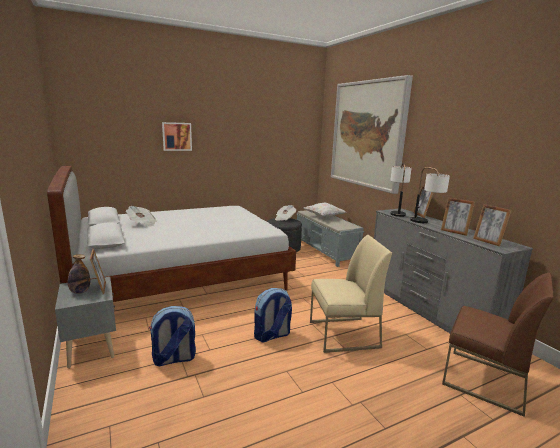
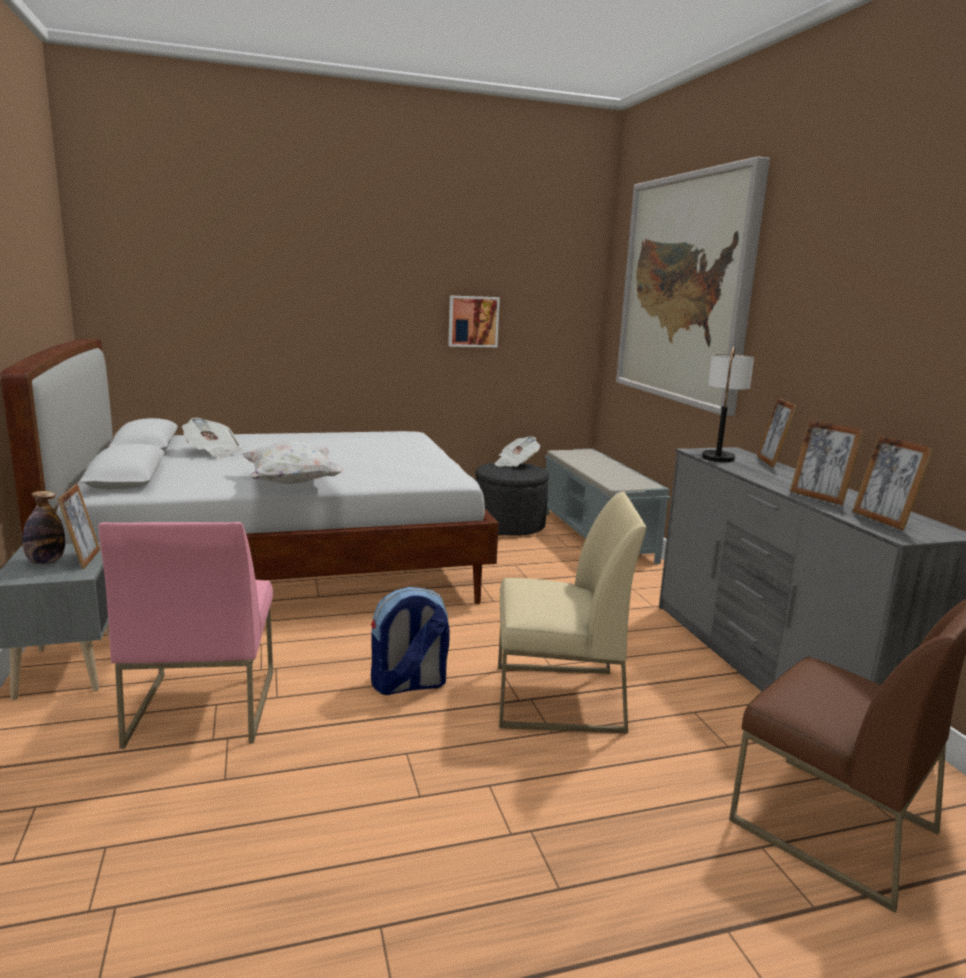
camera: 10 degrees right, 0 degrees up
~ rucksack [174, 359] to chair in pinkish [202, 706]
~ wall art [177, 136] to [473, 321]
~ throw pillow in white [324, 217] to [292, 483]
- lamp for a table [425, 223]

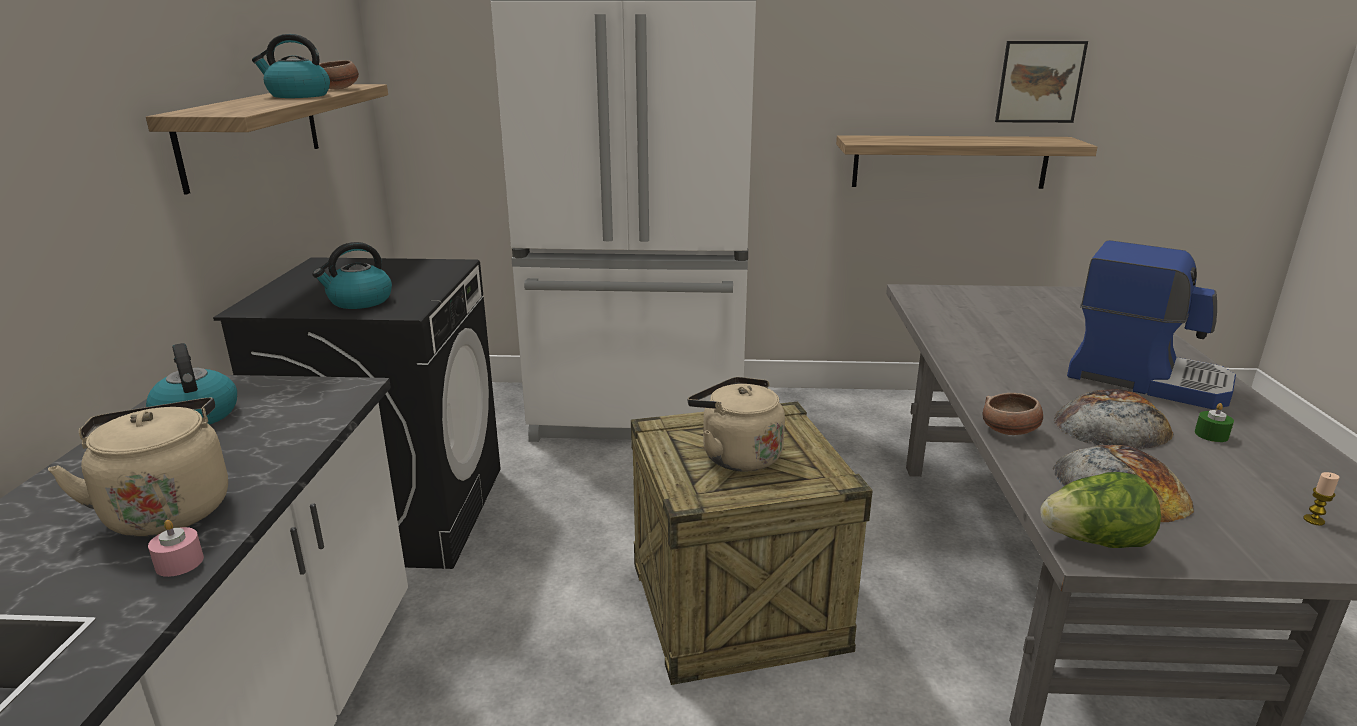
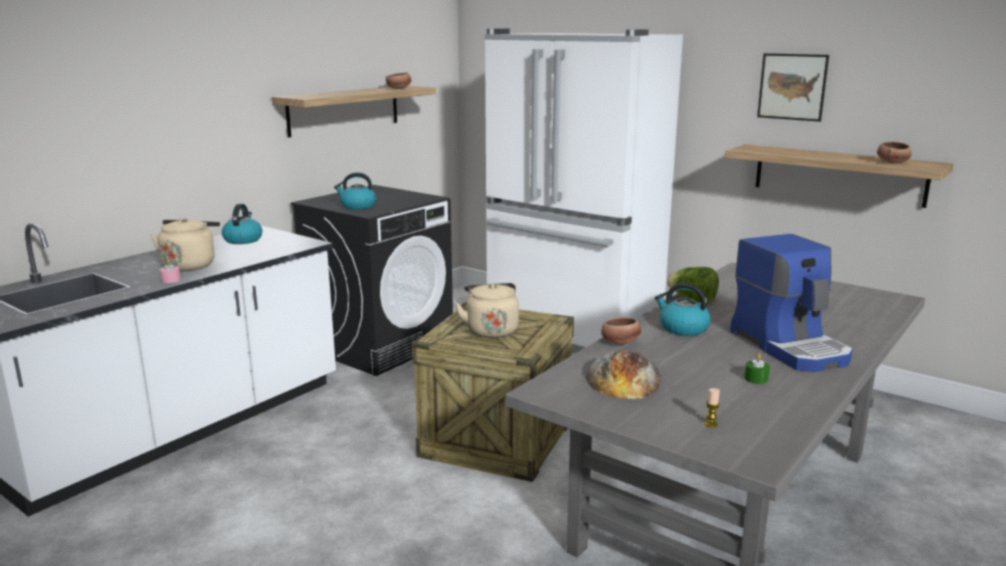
camera: 35 degrees right, 5 degrees down
~ water kettle [298, 95] to [682, 328]
~ wall art [1039, 82] to [792, 87]
~ lettuce head [1094, 541] to [693, 300]
- bread [1112, 425]
+ bowl [892, 162]

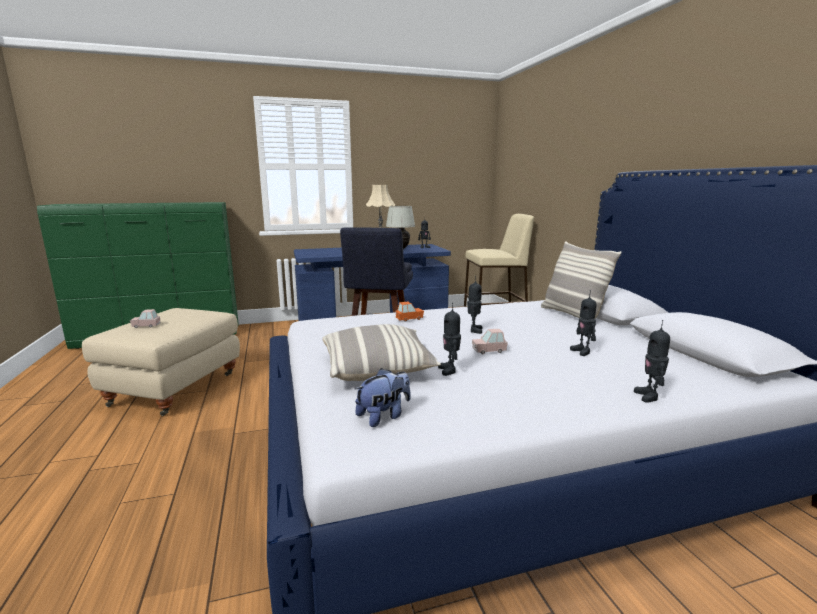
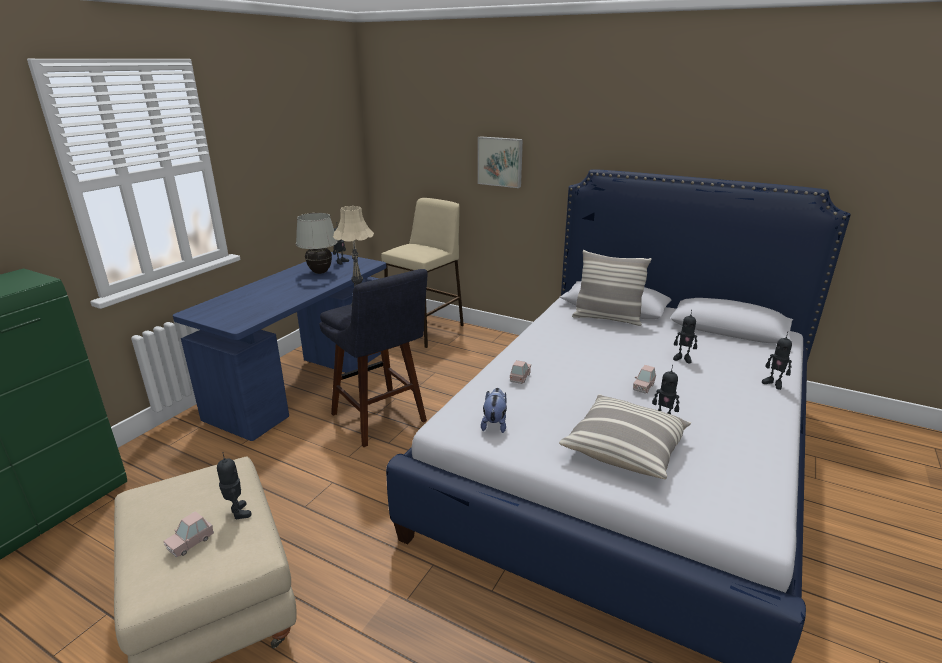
camera: 45 degrees left, 10 degrees up
~ plush toy [384, 416] to [494, 423]
~ model car in orangey [409, 319] to model car in pinkish [520, 377]
~ toy robot [474, 330] to [238, 513]
+ wall art [500, 161]

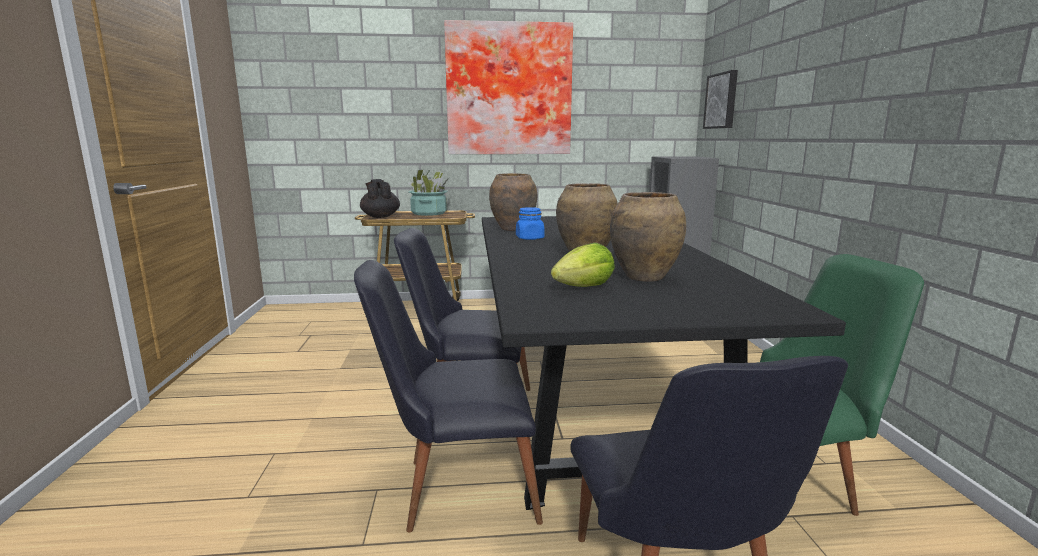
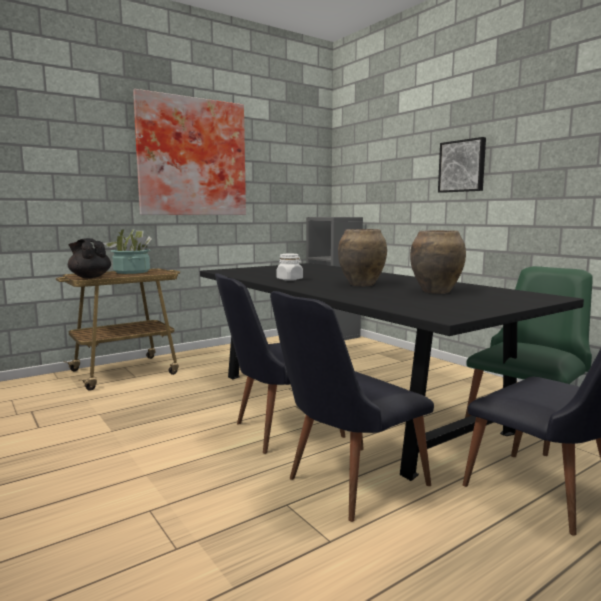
camera: 30 degrees left, 5 degrees down
- vase in brown-coloured [513, 229]
~ storage jar in bluish [530, 238] to storage jar in white [289, 279]
- lettuce head [584, 288]
~ wall art [722, 101] to [462, 166]

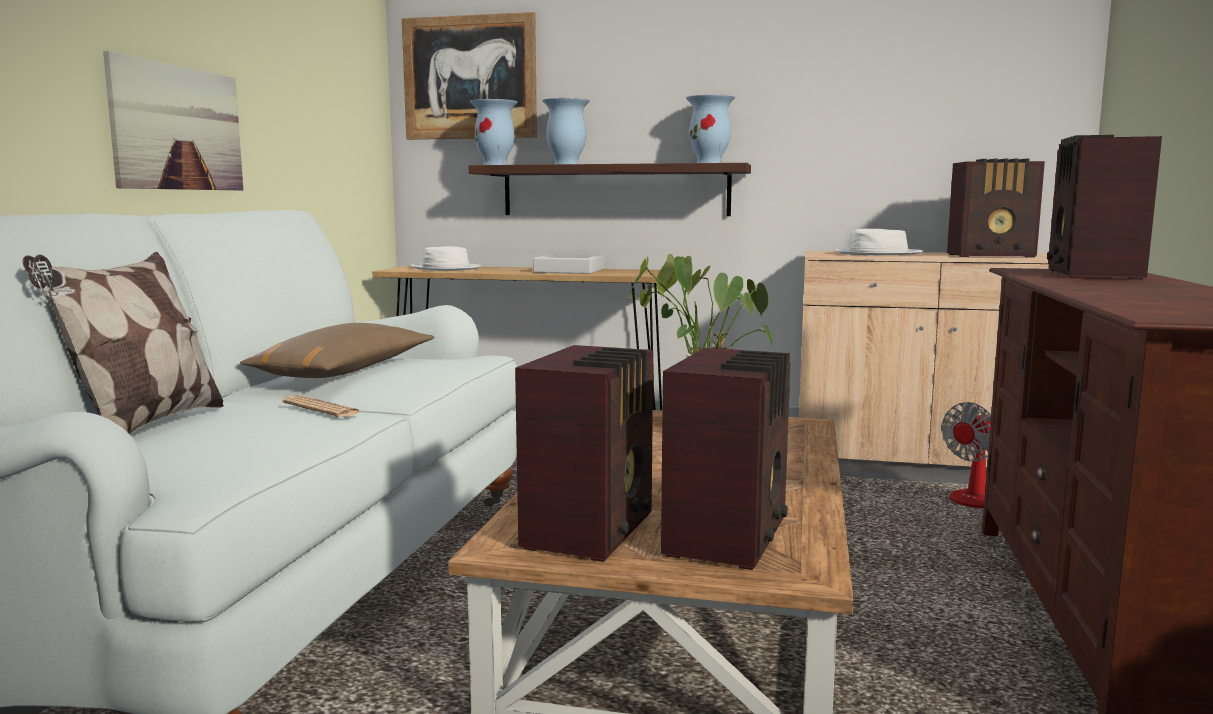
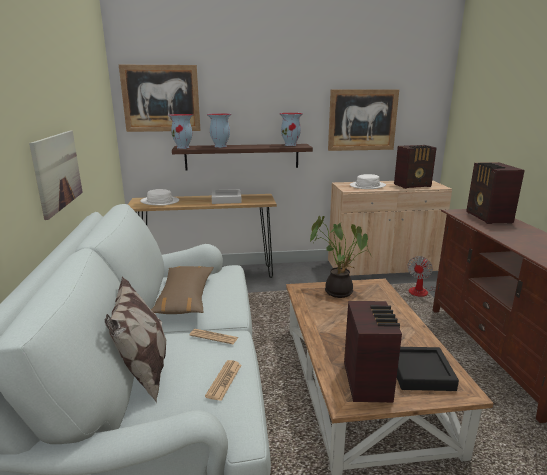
camera: 20 degrees left, 10 degrees up
~ radio [729, 536] to tray in black-coloured [420, 373]
+ newspaper [224, 380]
+ wall art [362, 120]

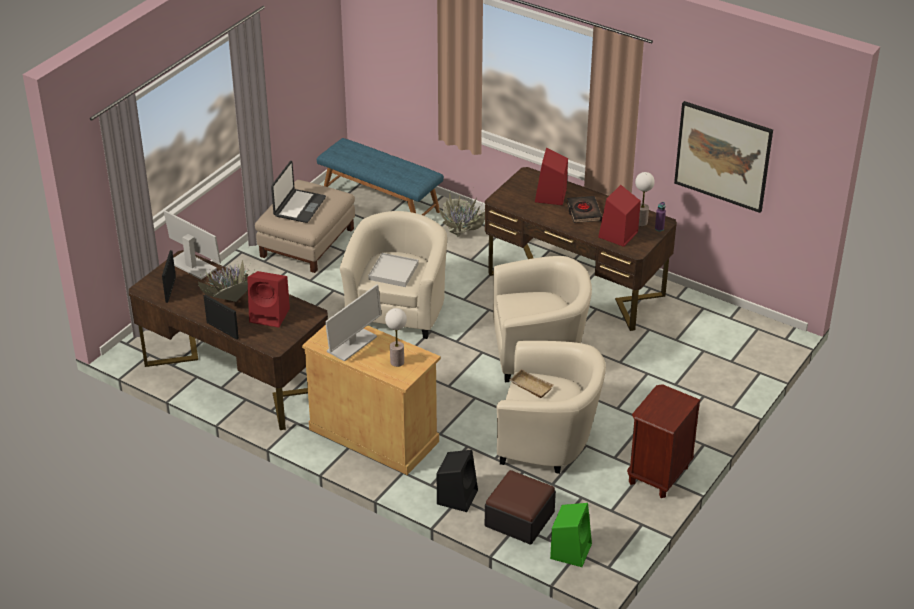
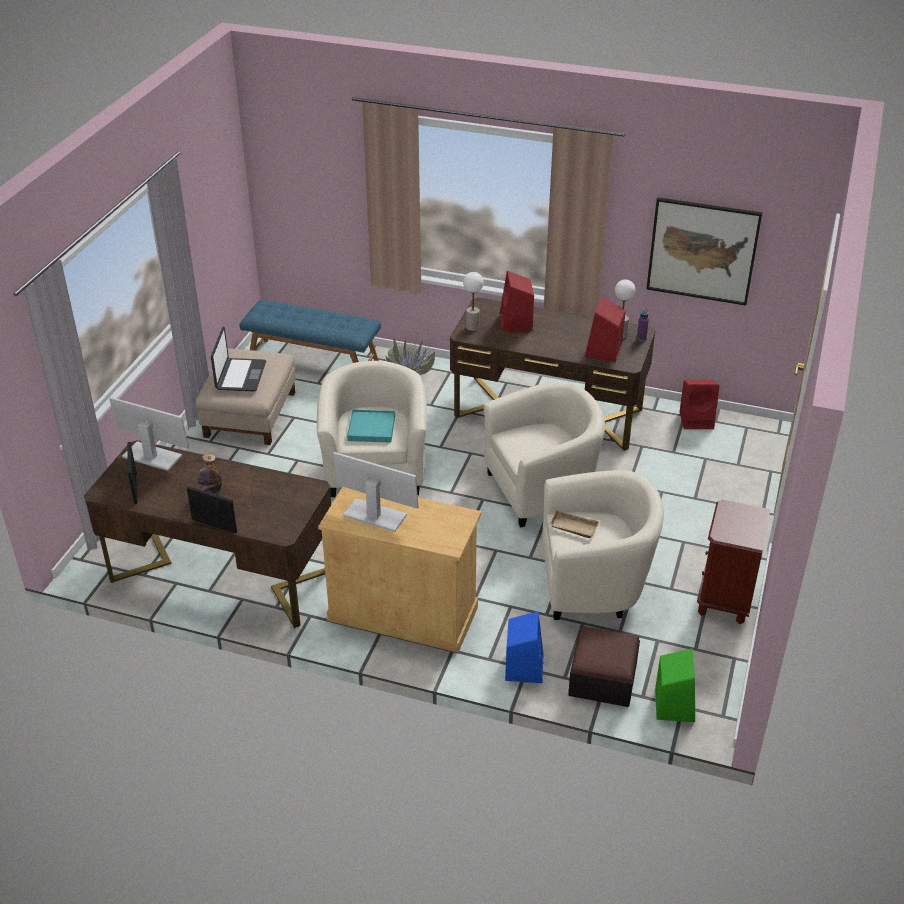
camera: 15 degrees left, 0 degrees up
~ plant in a pot [229, 303] to drink bottle [211, 492]
~ speaker in red-coloured [270, 315] to [697, 420]
~ computer display [352, 344] = [375, 515] 90 degrees counterclockwise
~ tray in white [393, 272] to tray in blue-green [371, 428]
~ lamp for a table [397, 362] to [472, 327]
~ speaker in black-coloured [457, 496] to speaker in bluish [524, 666]
- book in black-coloured [583, 212]

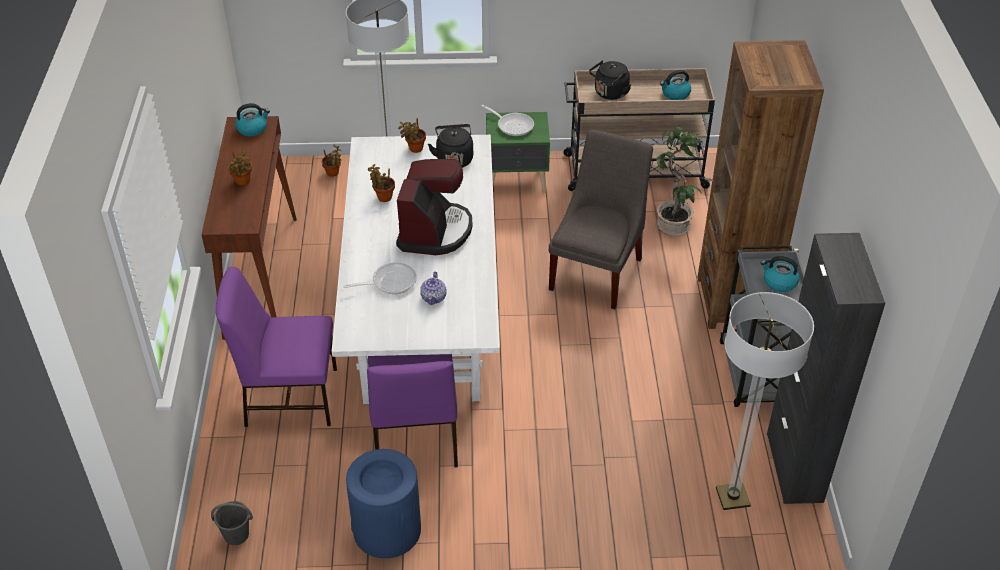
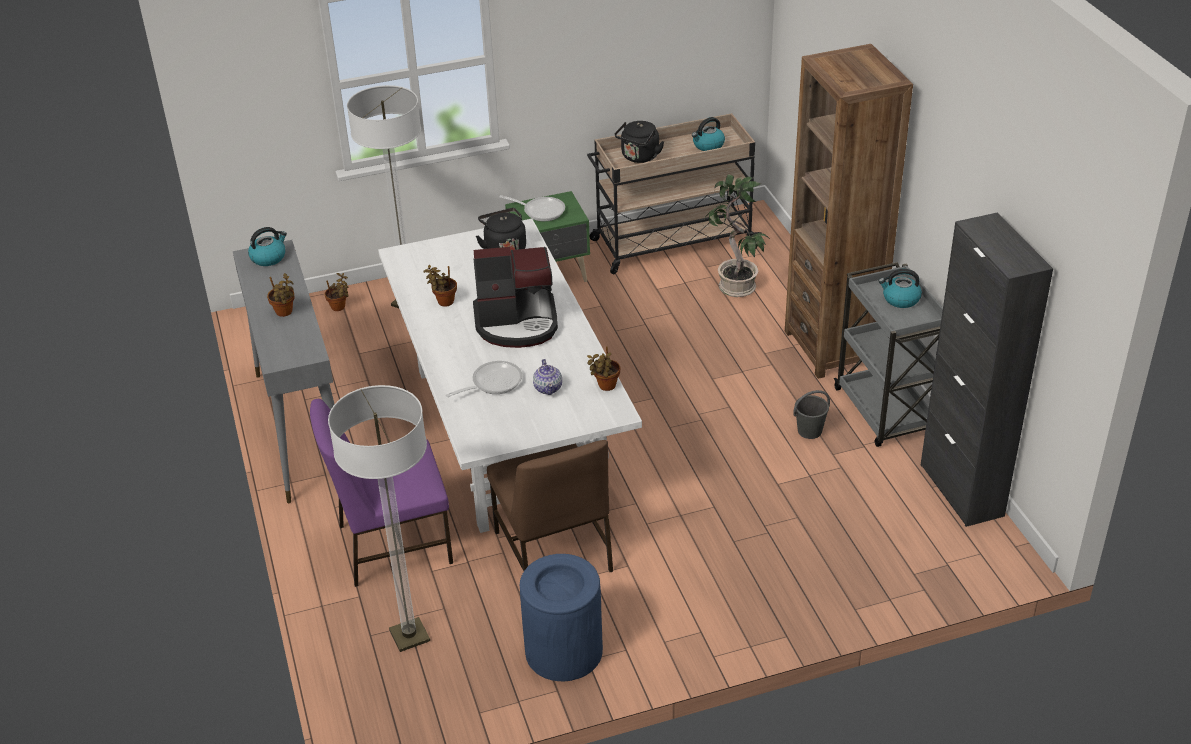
camera: 15 degrees left, 5 degrees down
~ console table in brown-coloured [261, 275] to console table in gray [303, 428]
~ bucket in gray [236, 535] to [809, 431]
~ chair in purplish [414, 437] to chair in brown-coloured [552, 553]
~ coffee brewer [434, 231] = [517, 324] 90 degrees clockwise
~ plant in a pot [414, 149] to [605, 386]
- chair in gray [598, 271]
~ floor lamp [732, 497] to [409, 636]

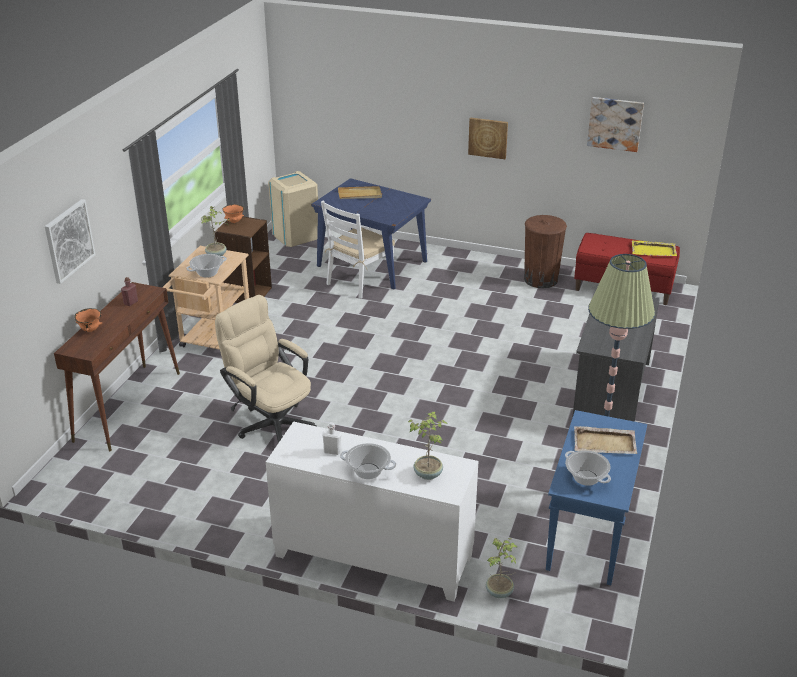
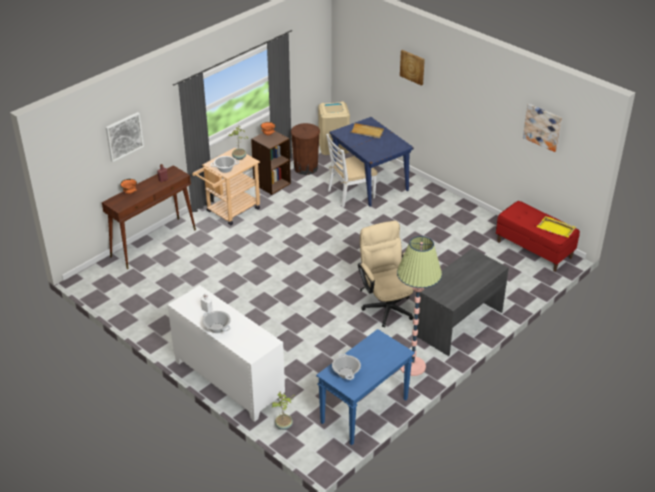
camera: 25 degrees right, 5 degrees up
~ office chair in beige-coloured [271, 422] to [386, 305]
- plant in a pot [428, 473]
~ wall art [488, 137] to [412, 67]
~ trash can in brown-coloured [541, 279] to [306, 168]
- tray in beige-coloured [605, 443]

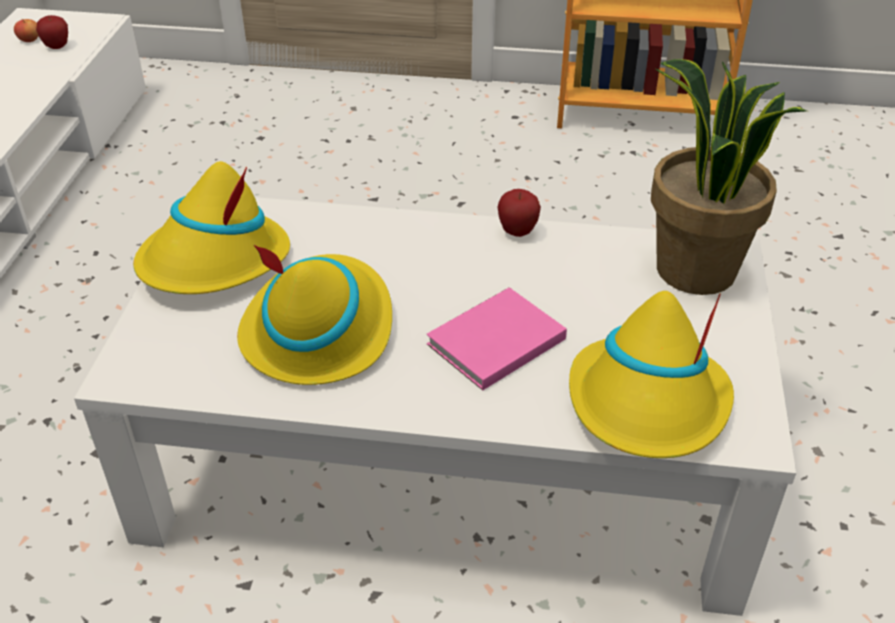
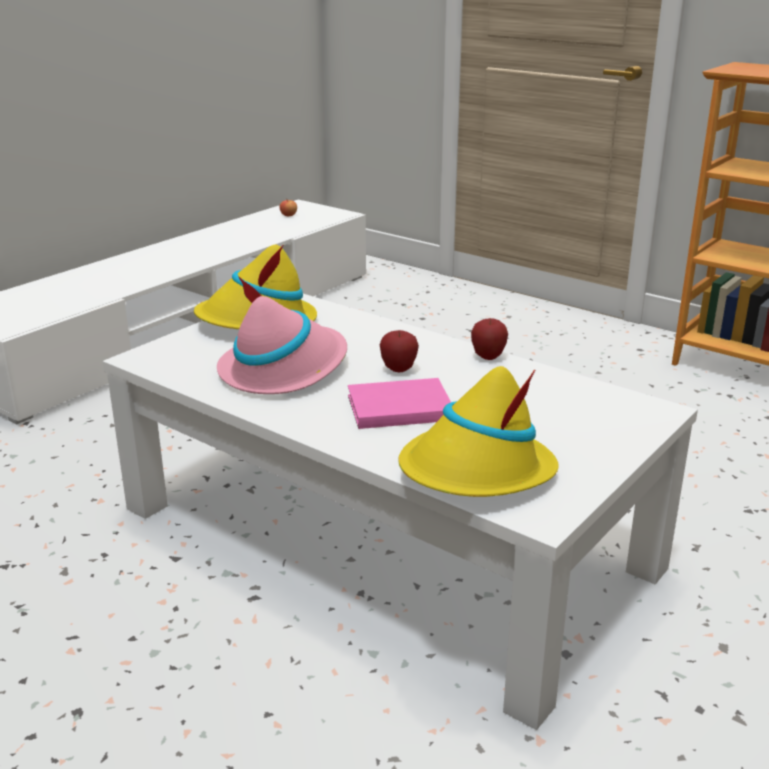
camera: 30 degrees right, 15 degrees down
~ apple [57, 47] to [399, 370]
~ hat in yellowish [318, 329] to hat in pinkish [284, 369]
- plant in a pot [694, 271]

